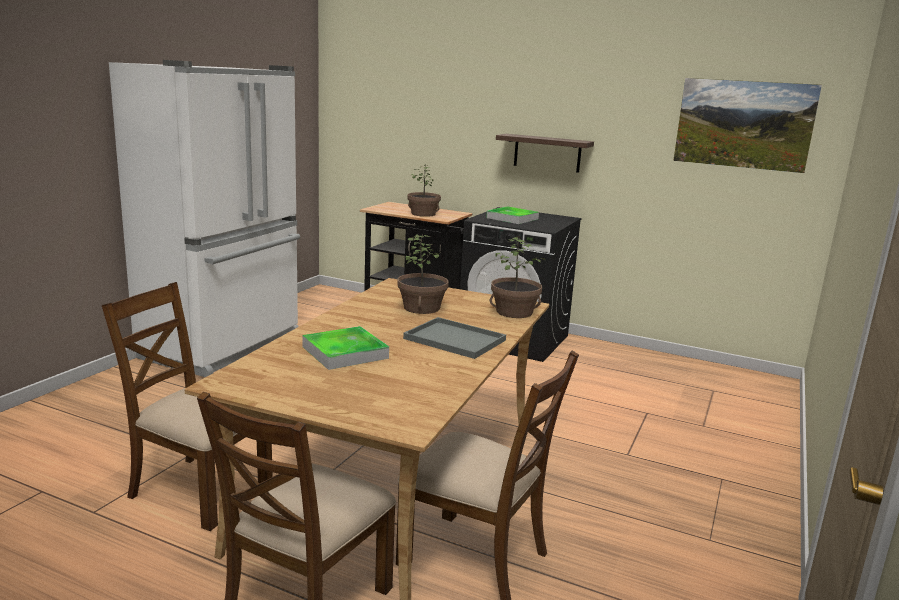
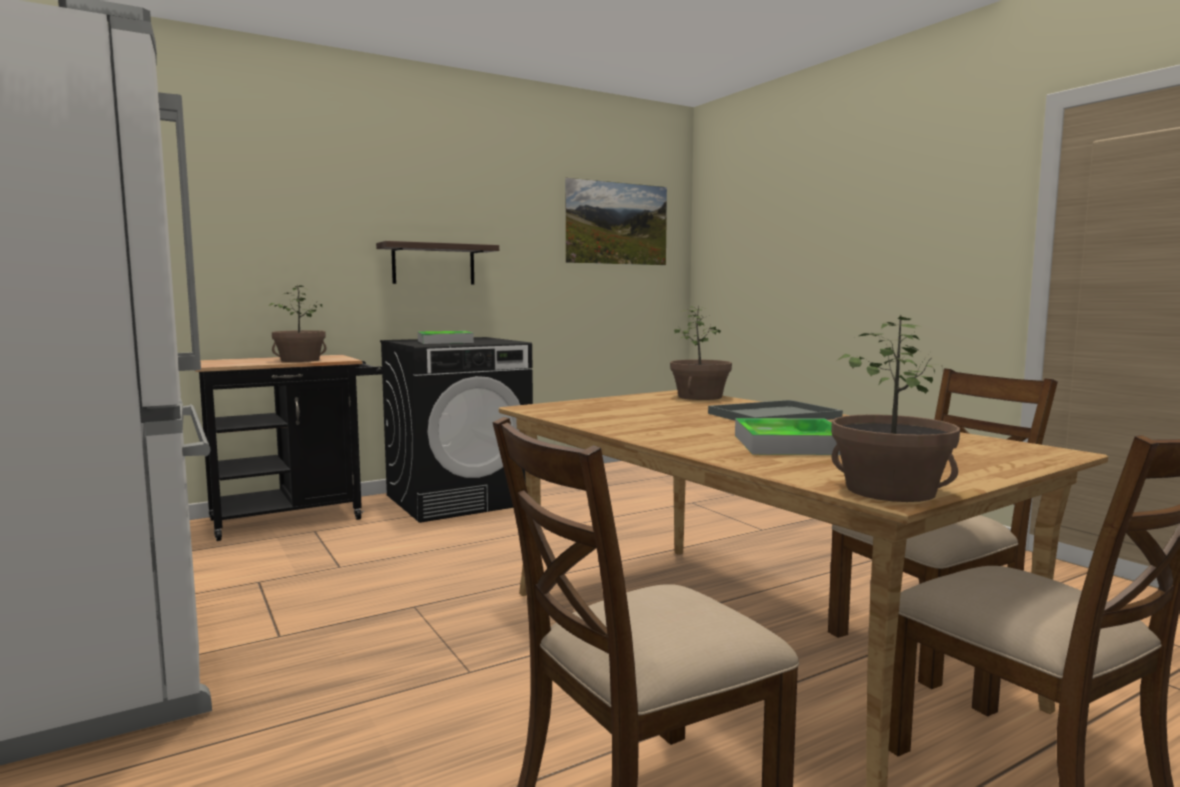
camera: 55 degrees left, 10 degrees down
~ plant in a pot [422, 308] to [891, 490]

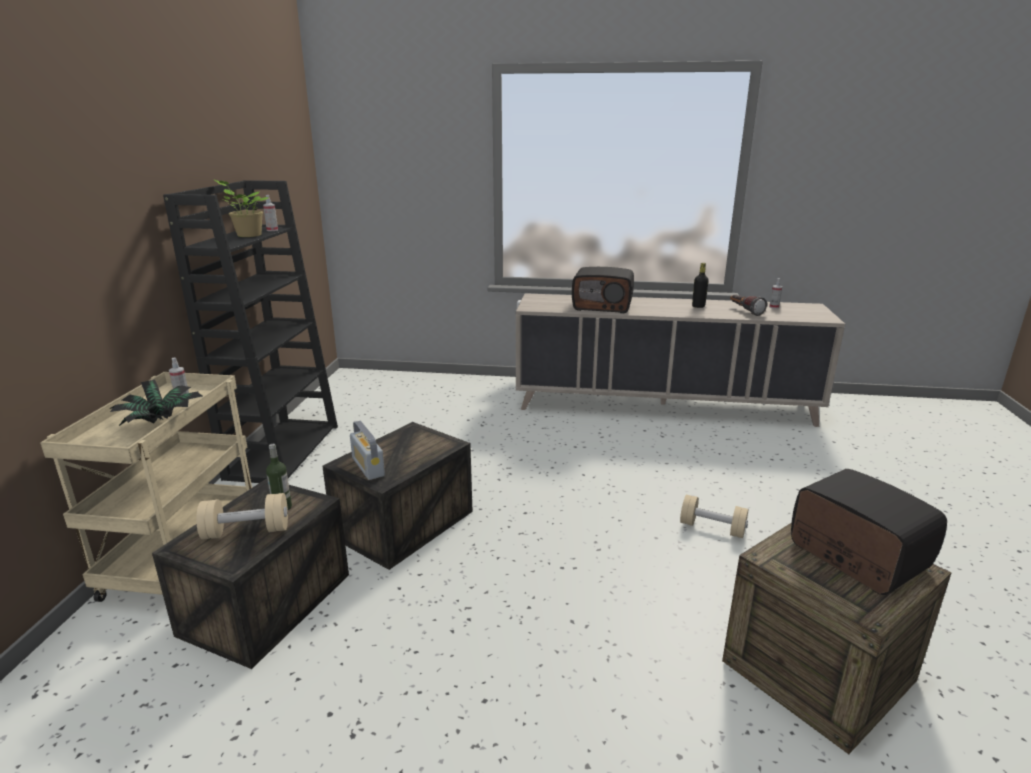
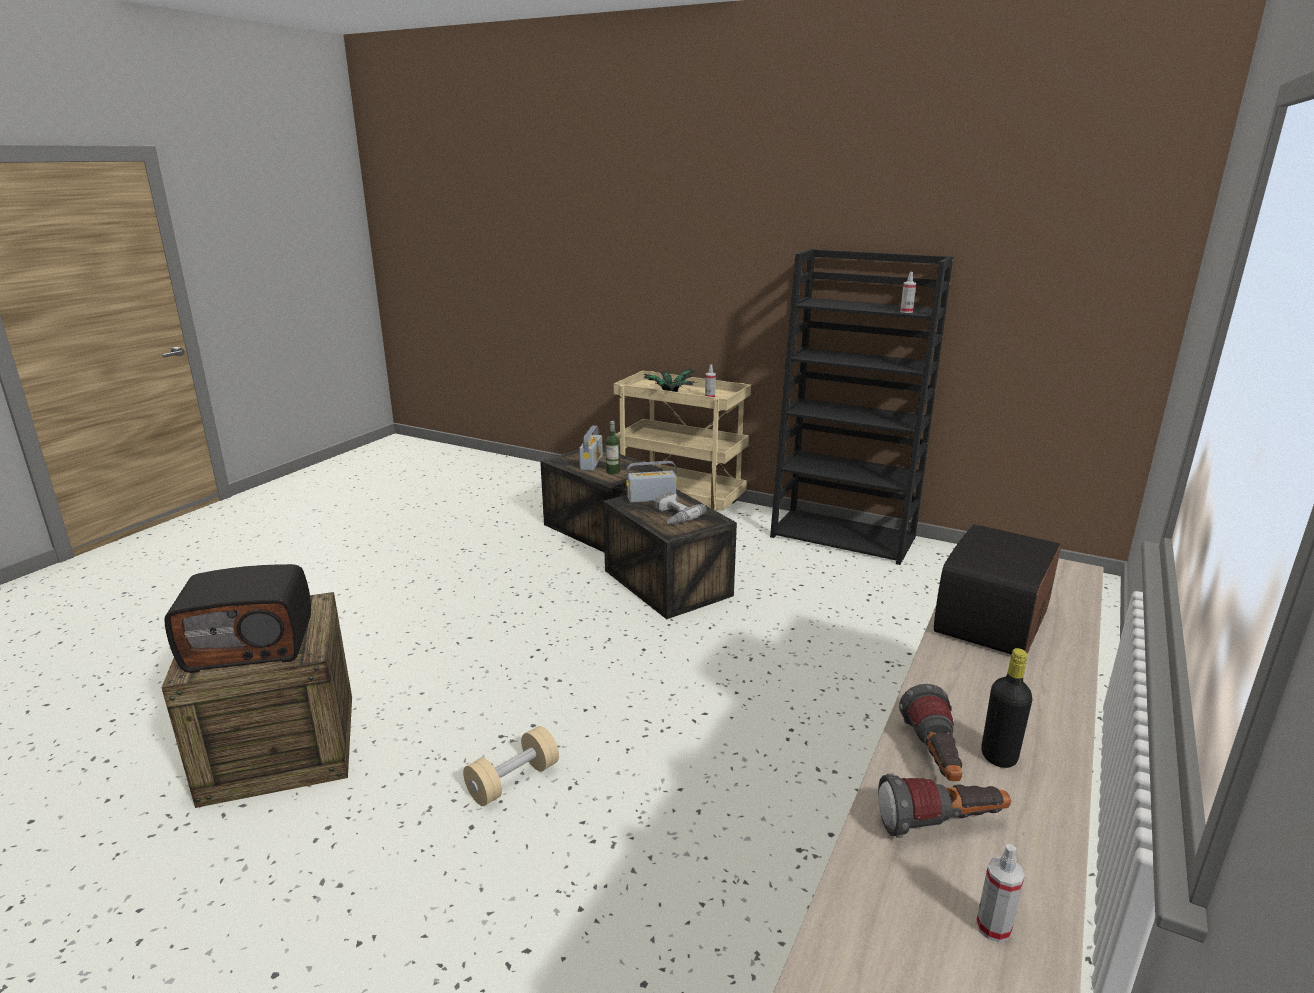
camera: 110 degrees right, 0 degrees up
~ hand weight in beige-coloured [246, 531] to radio [591, 463]
- plant in a pot [247, 235]
+ power drill [672, 516]
+ hand torch [934, 758]

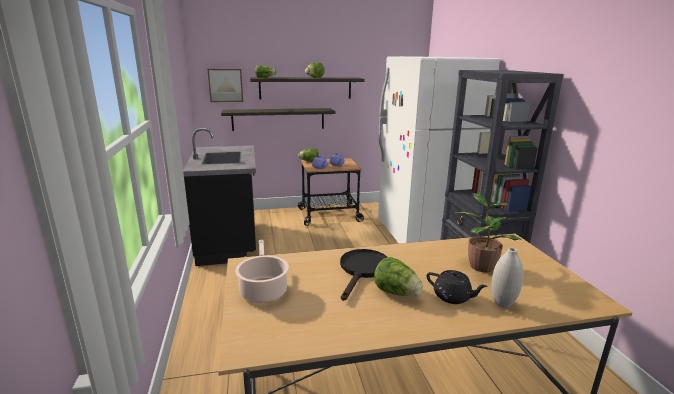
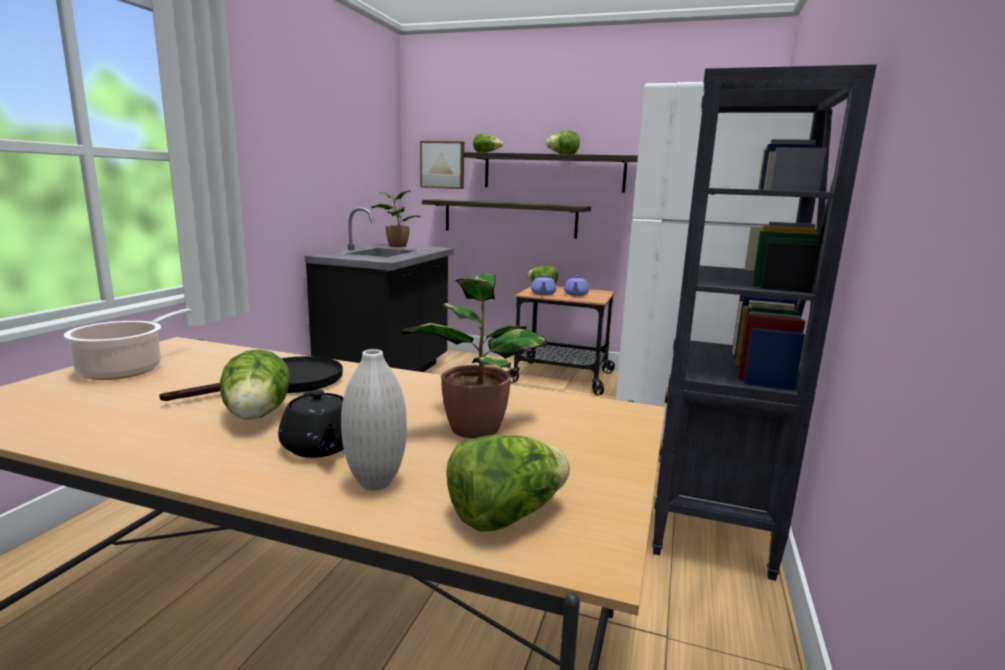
camera: 30 degrees right, 5 degrees down
+ plant in a pot [396, 246]
+ lettuce head [505, 515]

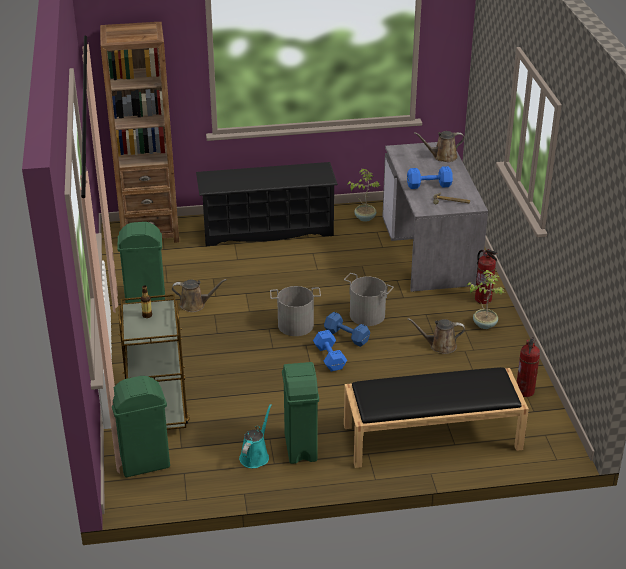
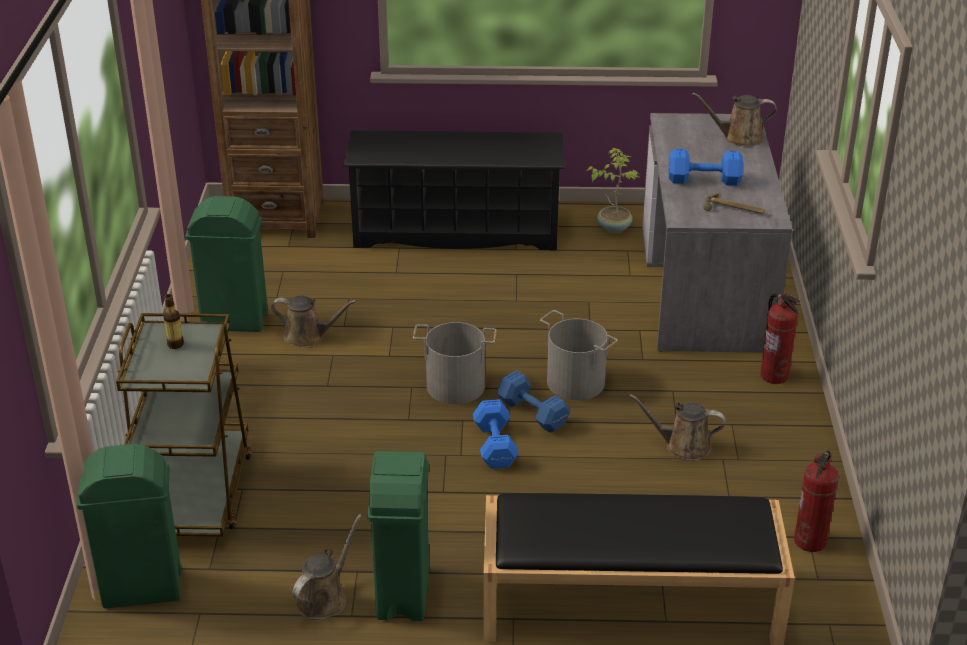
camera: 10 degrees right, 0 degrees up
~ watering pot in blue-green [255, 456] to watering pot in brown-coloured [324, 598]
- plant in a pot [484, 324]

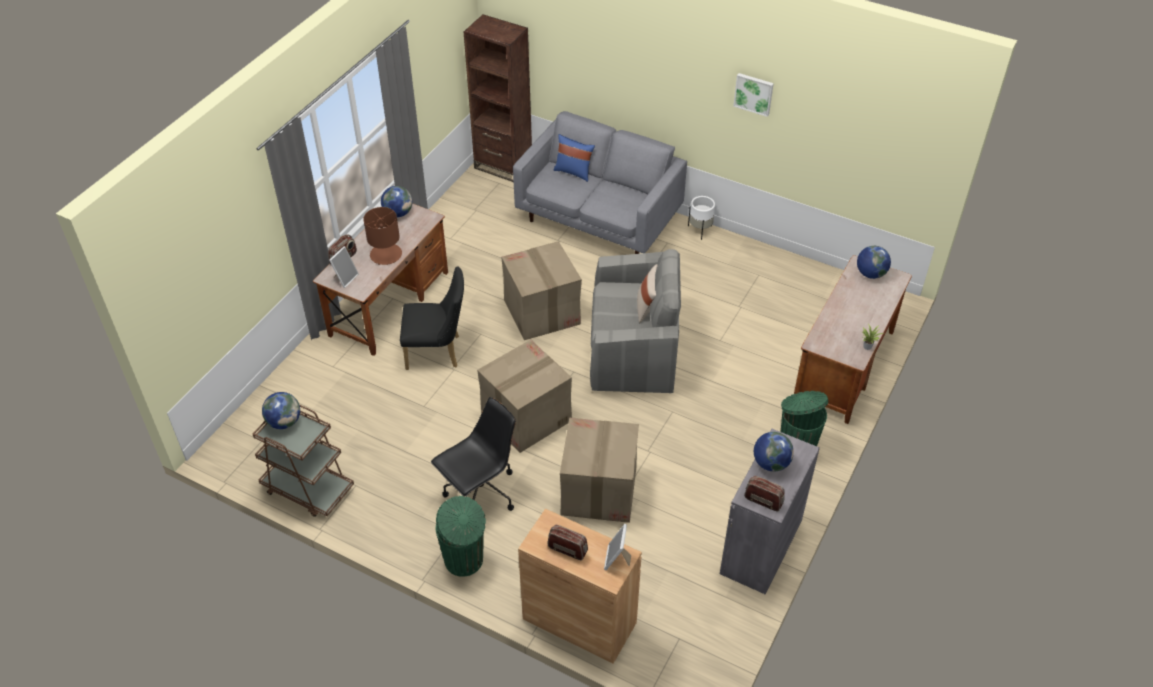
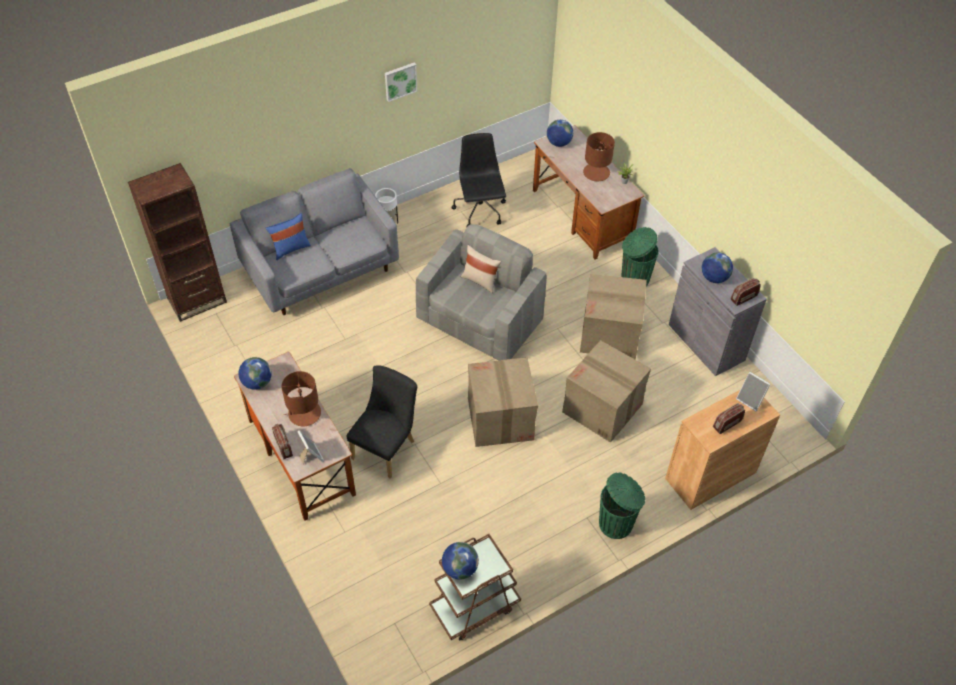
camera: 60 degrees left, 5 degrees up
~ office chair in black-coloured [480, 494] to [480, 211]
~ carton [542, 312] to [610, 334]
+ lamp for a table in brown-coloured [596, 172]

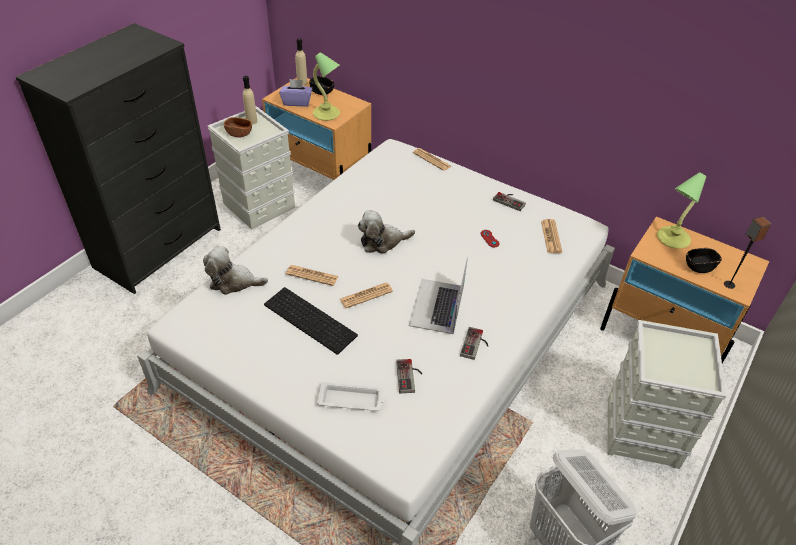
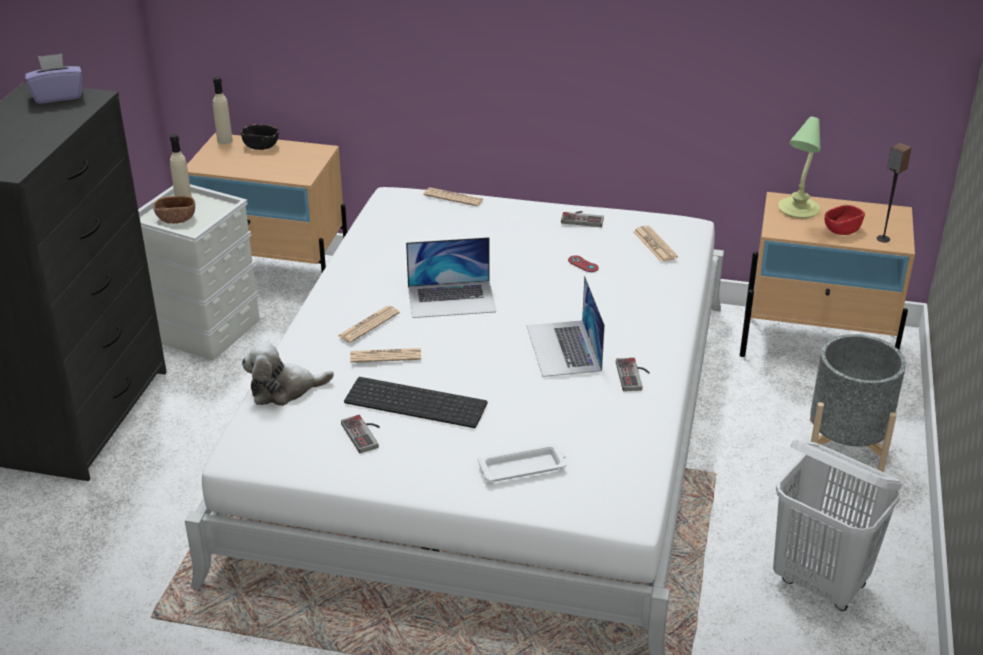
camera: 20 degrees left, 10 degrees down
~ box of tissues in purplish [297, 102] to [58, 96]
- lamp for a table [327, 114]
~ newspaper [366, 295] to [368, 325]
~ plush toy [382, 242] to notebook computer [451, 299]
~ joypad [410, 376] to [365, 433]
~ storage container in gray [643, 431] to flower pot in gray [845, 446]
~ bowl in black-coloured [699, 266] to bowl in red-coloured [842, 229]

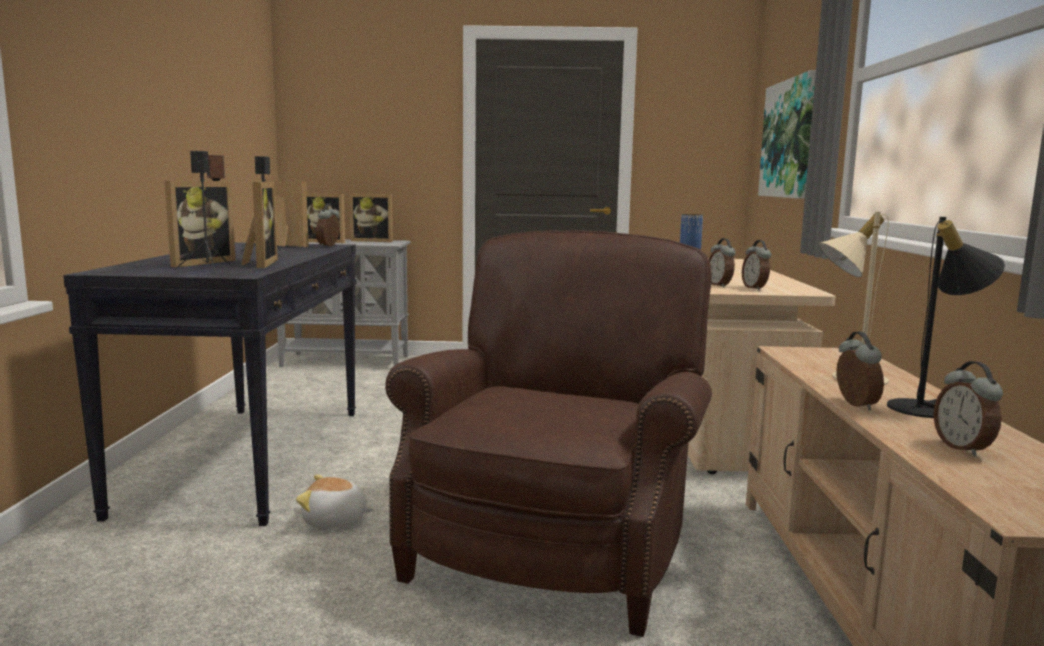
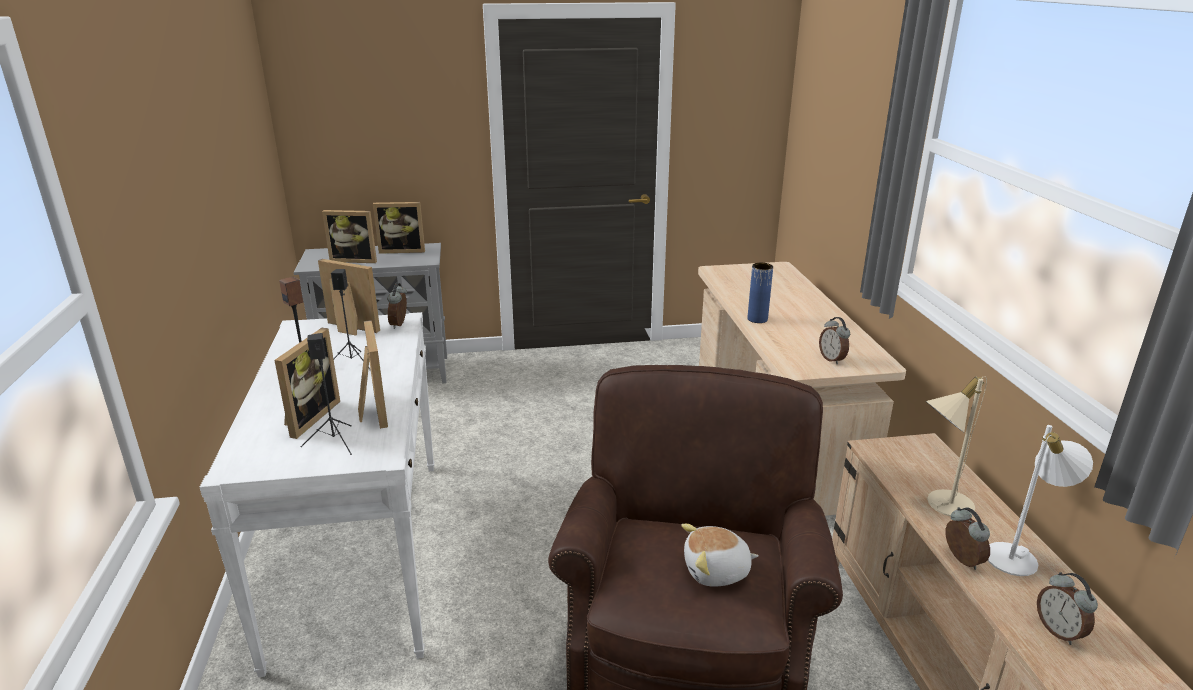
camera: 10 degrees left, 15 degrees up
~ console table in black-coloured [250, 457] to console table in white [360, 554]
~ plush toy [335, 521] to [716, 571]
- alarm clock [720, 286]
- wall art [789, 139]
~ lamp for a table in black-coloured [932, 409] to lamp for a table in white [1020, 558]

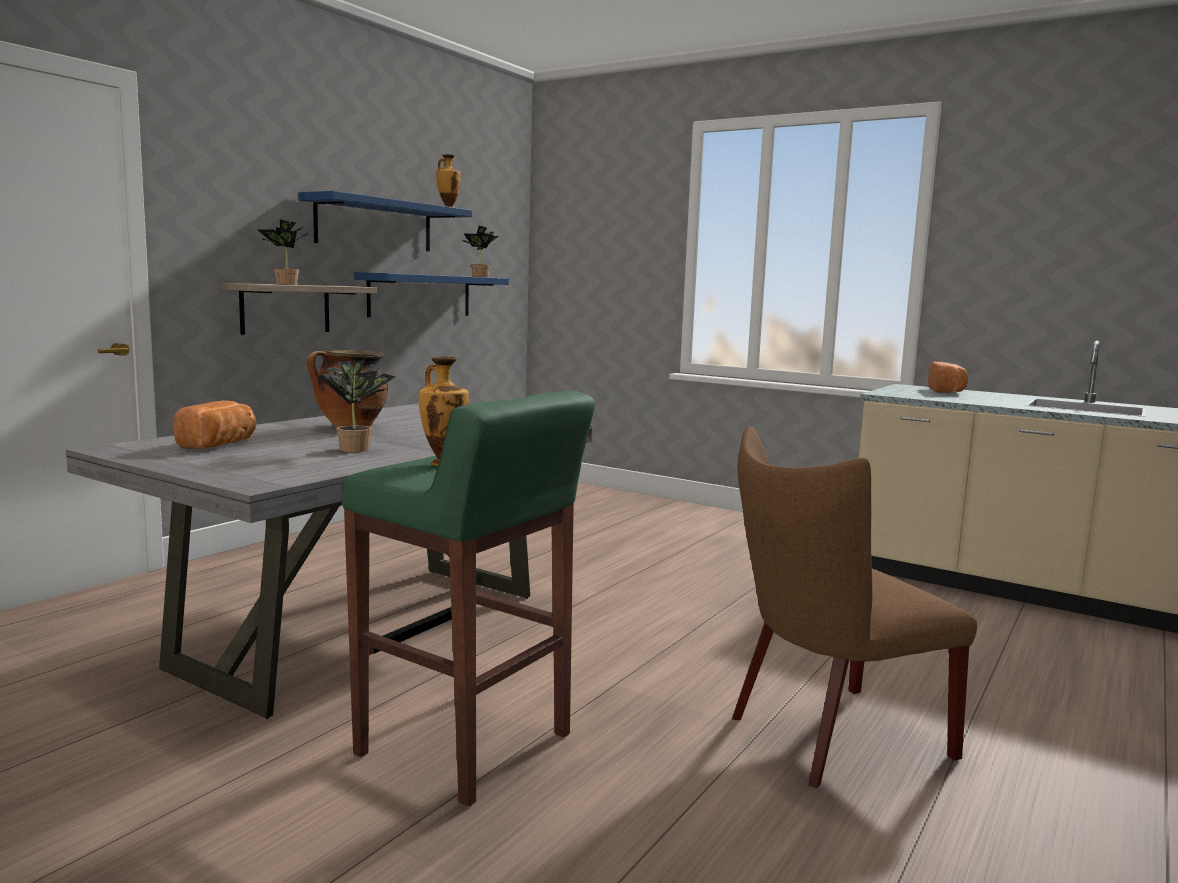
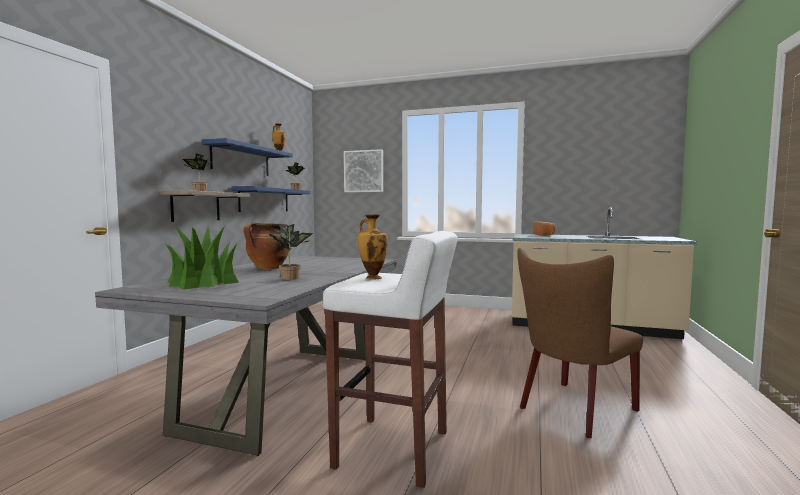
camera: 15 degrees left, 5 degrees down
~ bread [221, 445] to plant in a pot [202, 282]
~ stool seat in green-coloured [467, 746] to stool seat in white [394, 450]
+ wall art [363, 171]

